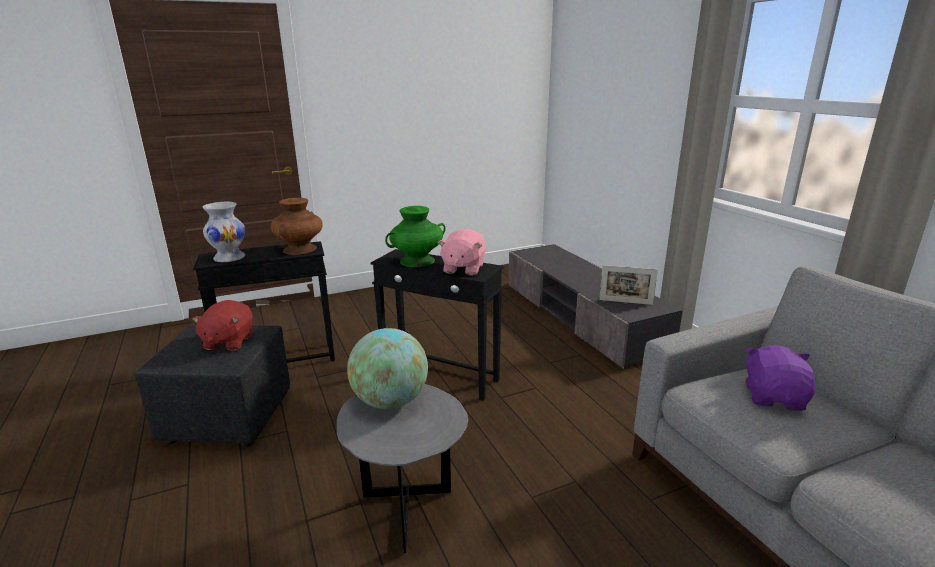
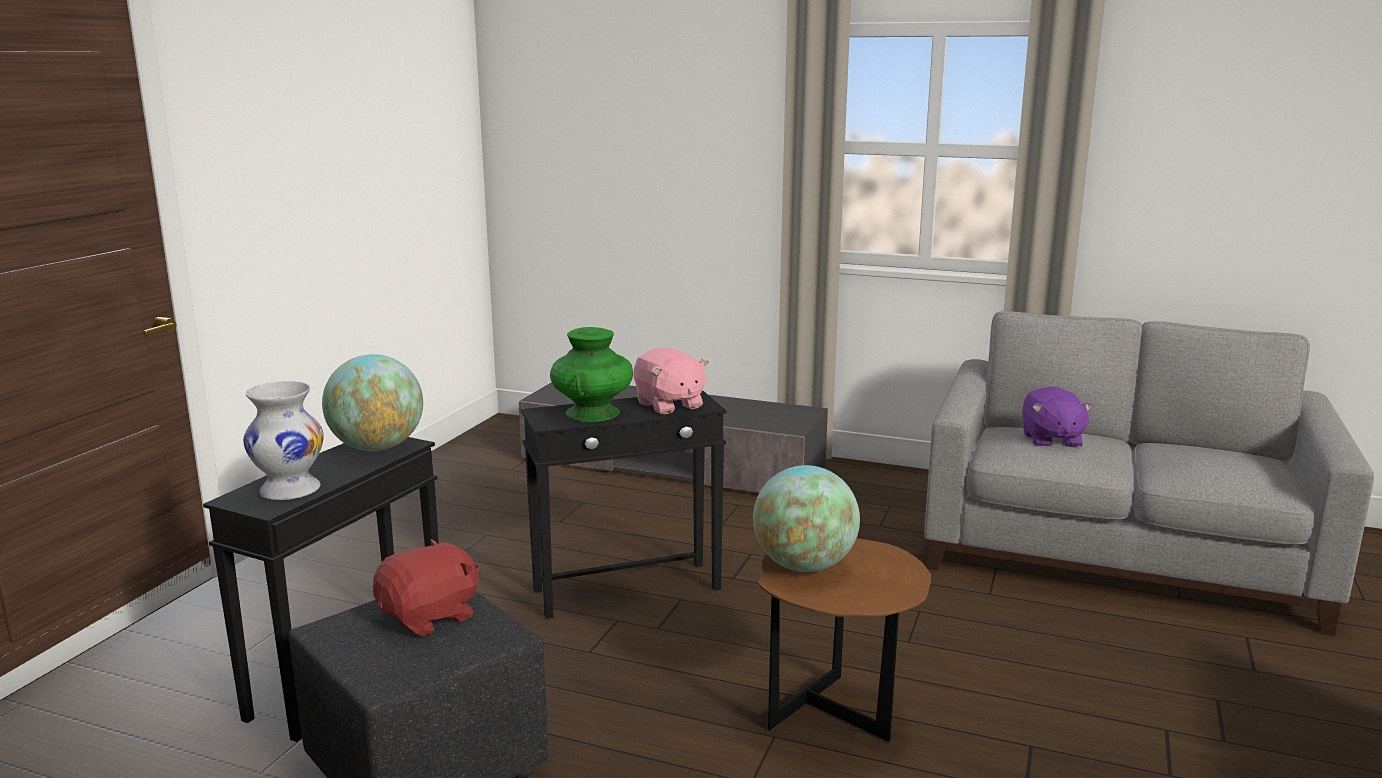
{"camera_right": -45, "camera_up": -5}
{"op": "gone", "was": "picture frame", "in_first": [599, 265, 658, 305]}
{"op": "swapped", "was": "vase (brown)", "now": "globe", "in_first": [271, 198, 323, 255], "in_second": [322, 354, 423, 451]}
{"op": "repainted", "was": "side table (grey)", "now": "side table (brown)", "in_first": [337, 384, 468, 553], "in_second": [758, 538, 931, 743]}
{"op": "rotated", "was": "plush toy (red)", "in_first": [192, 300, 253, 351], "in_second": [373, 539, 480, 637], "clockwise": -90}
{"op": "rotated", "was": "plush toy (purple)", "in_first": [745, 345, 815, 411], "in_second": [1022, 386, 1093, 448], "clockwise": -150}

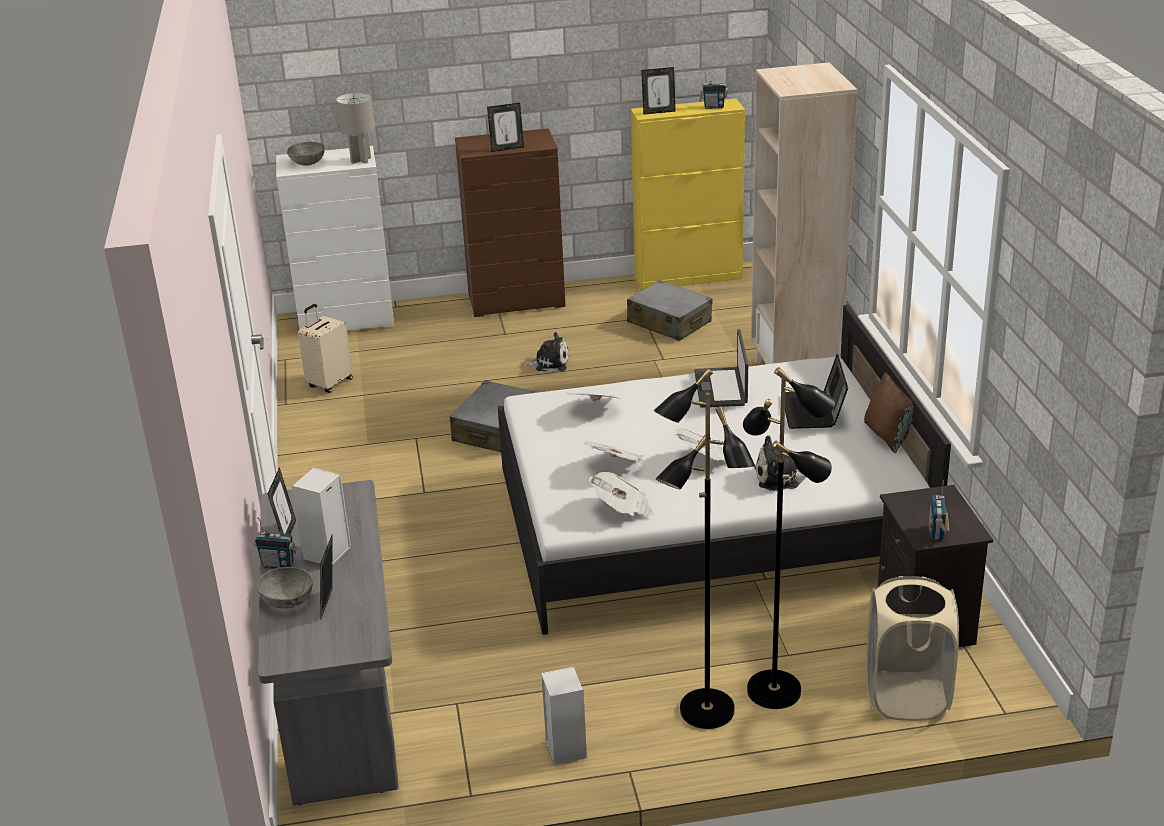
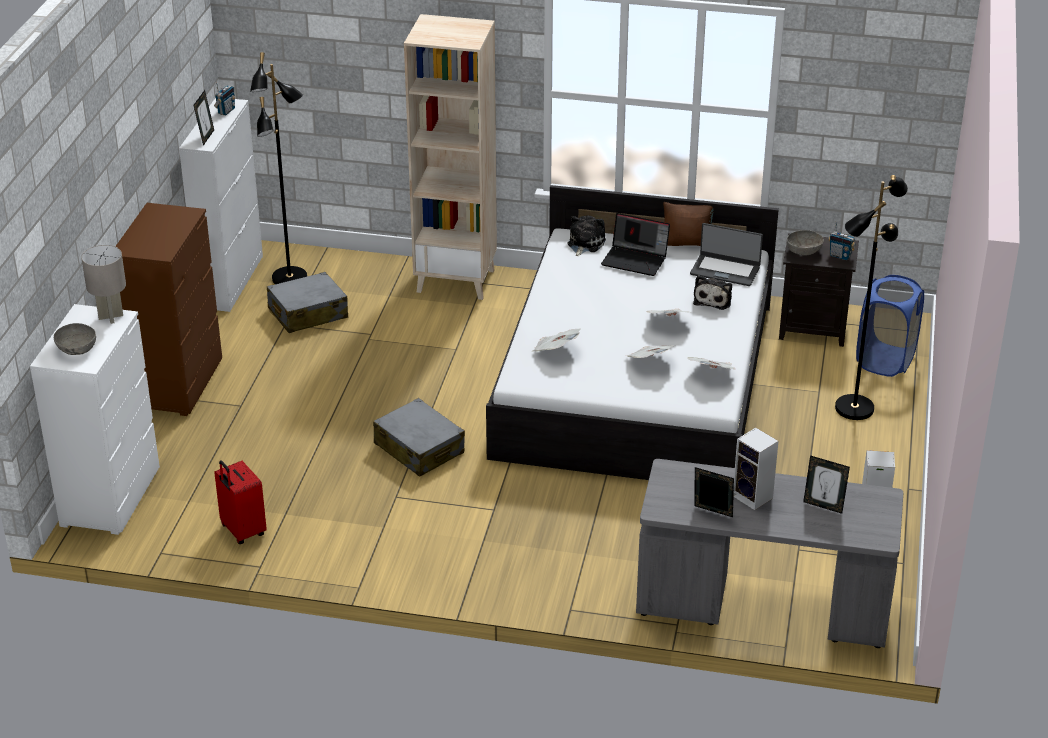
{"camera_right": -70, "camera_up": 5}
{"op": "gone", "was": "radio", "in_first": [254, 517, 297, 569]}
{"op": "gone", "was": "picture frame", "in_first": [487, 103, 524, 152]}
{"op": "shifted", "was": "bowl (grey)", "in_first": [257, 567, 313, 609], "in_second": [787, 230, 824, 256]}
{"op": "shifted", "was": "plush toy", "in_first": [522, 332, 569, 372], "in_second": [567, 215, 606, 256]}
{"op": "shifted", "was": "floor lamp (black)", "in_first": [654, 368, 755, 729], "in_second": [250, 52, 307, 284]}
{"op": "shifted", "was": "laptop", "in_first": [694, 329, 748, 408], "in_second": [690, 223, 763, 286]}
{"op": "repainted", "was": "suitcase (beige)", "now": "suitcase (red)", "in_first": [298, 304, 353, 393], "in_second": [214, 460, 267, 544]}
{"op": "repainted", "was": "cabinet (yellow)", "now": "cabinet (white)", "in_first": [631, 99, 745, 291], "in_second": [179, 98, 263, 312]}
{"op": "repainted", "was": "laundry basket (beige)", "now": "laundry basket (blue)", "in_first": [866, 576, 959, 721], "in_second": [856, 275, 924, 377]}

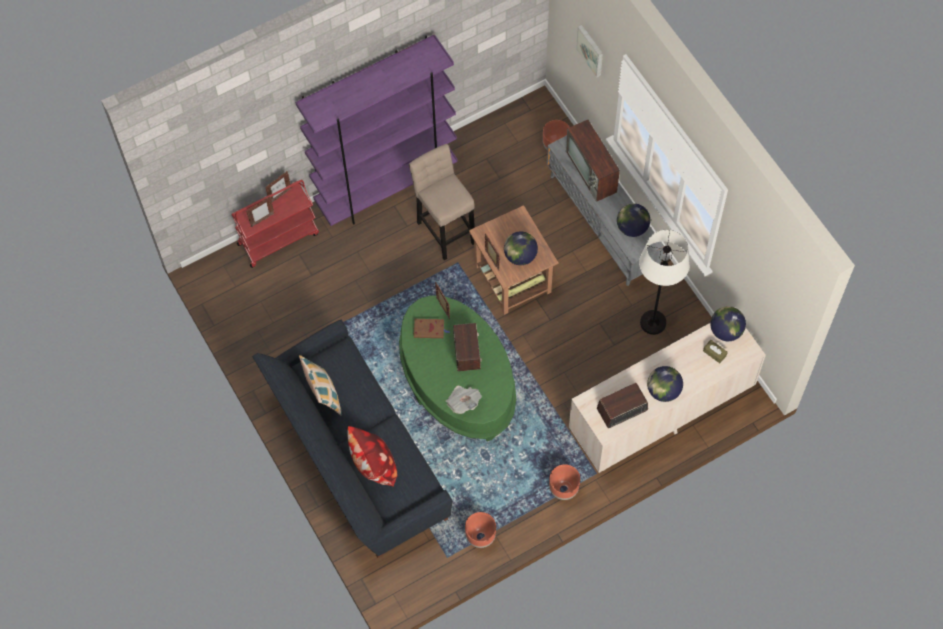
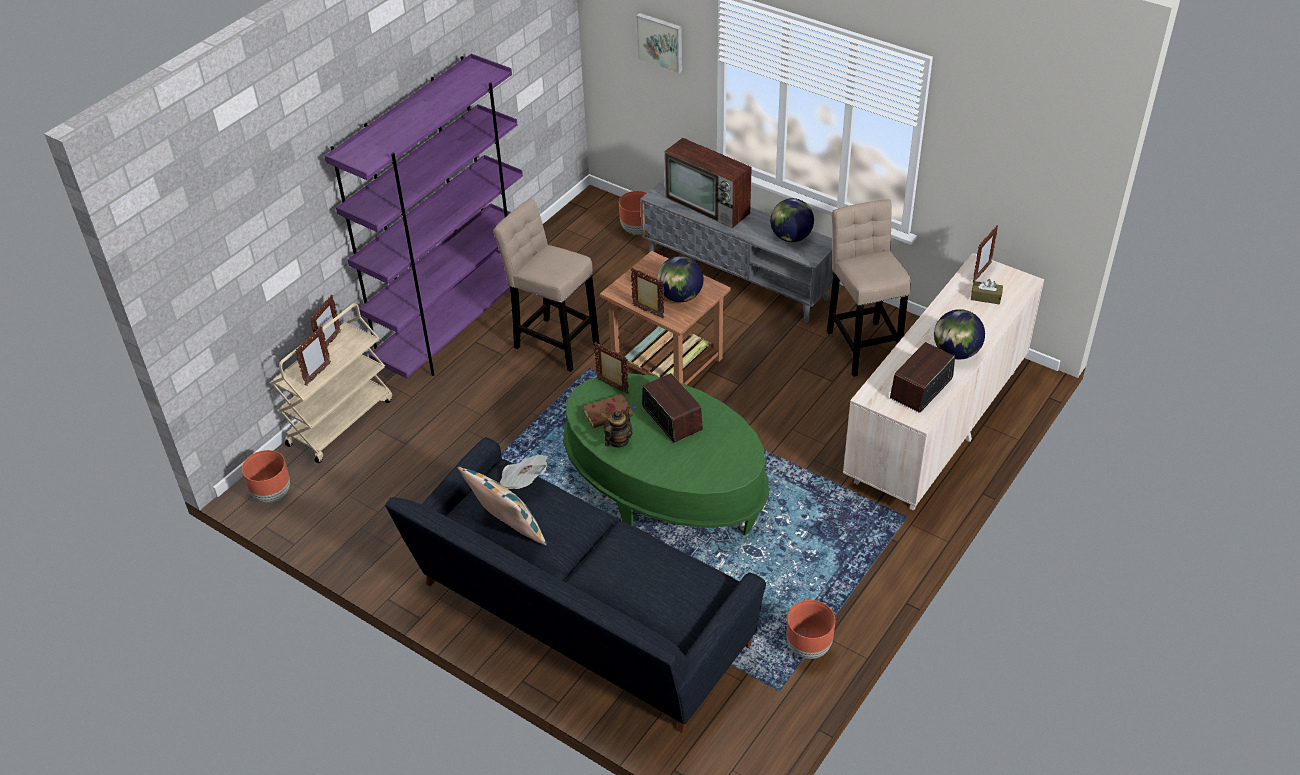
{"camera_right": -25, "camera_up": -20}
{"op": "gone", "was": "pillow", "in_first": [347, 426, 397, 487]}
{"op": "new", "now": "teapot", "in_second": [604, 406, 632, 447]}
{"op": "shifted", "was": "newspaper", "in_first": [445, 386, 482, 414], "in_second": [500, 454, 548, 489]}
{"op": "shifted", "was": "planter (brown)", "in_first": [549, 464, 580, 500], "in_second": [242, 450, 290, 503]}
{"op": "swapped", "was": "floor lamp (white)", "now": "stool (beige)", "in_first": [639, 229, 690, 335], "in_second": [827, 199, 911, 377]}
{"op": "swapped", "was": "globe", "now": "picture frame", "in_first": [710, 306, 746, 341], "in_second": [973, 225, 998, 283]}
{"op": "repainted", "was": "cart (red)", "now": "cart (beige)", "in_first": [231, 180, 319, 268], "in_second": [271, 303, 392, 463]}

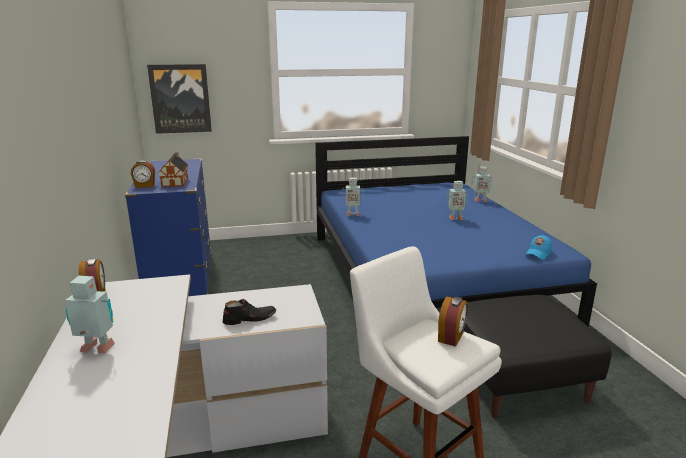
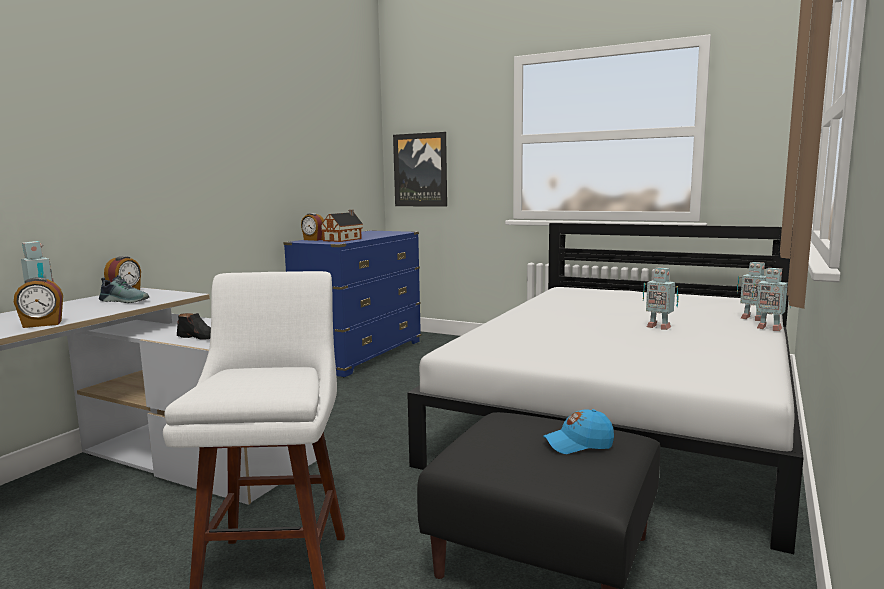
{"camera_right": 40, "camera_up": -10}
{"op": "new", "now": "shoe", "in_second": [99, 275, 149, 303]}
{"op": "shifted", "was": "toy robot", "in_first": [342, 178, 363, 216], "in_second": [752, 268, 791, 331]}
{"op": "shifted", "was": "alarm clock", "in_first": [438, 297, 468, 347], "in_second": [14, 277, 63, 328]}
{"op": "shifted", "was": "cap (blue)", "in_first": [524, 235, 552, 260], "in_second": [543, 409, 614, 454]}
{"op": "repainted", "was": "bed (blue)", "now": "bed (white)", "in_first": [315, 136, 597, 327], "in_second": [407, 223, 804, 554]}

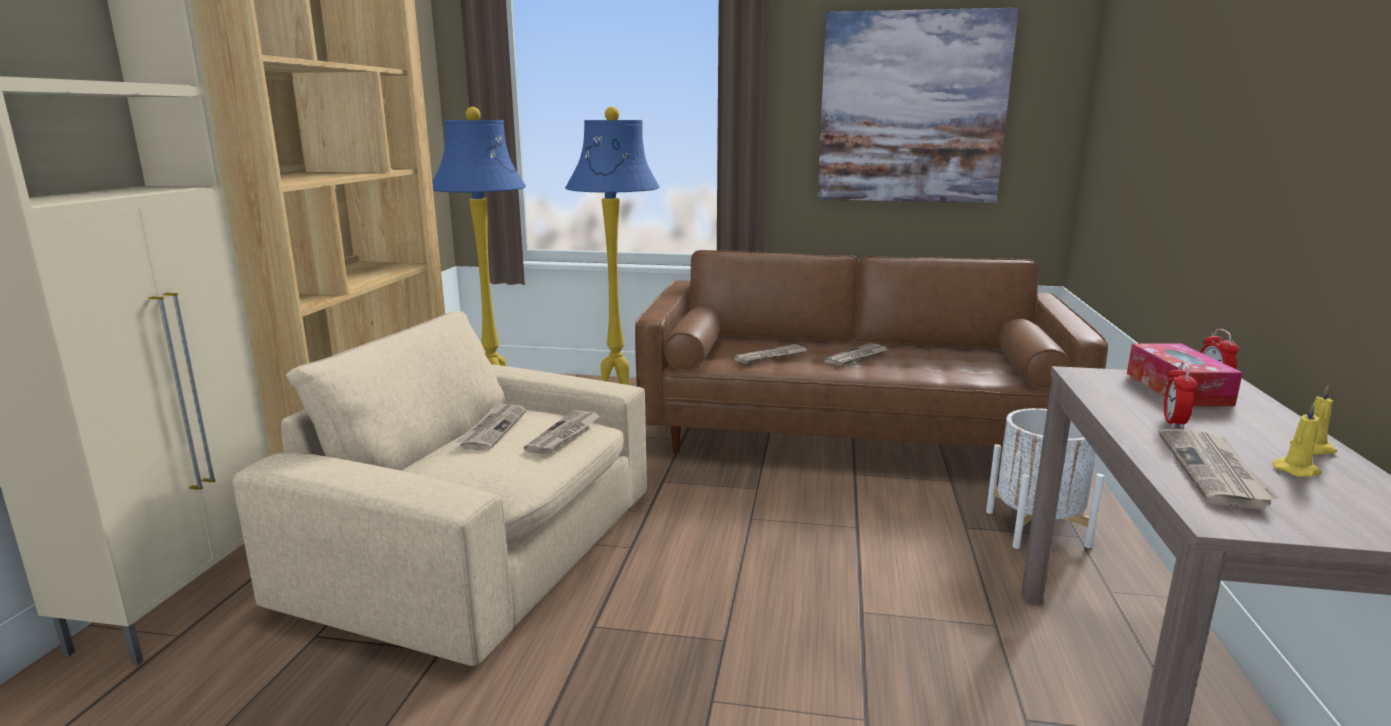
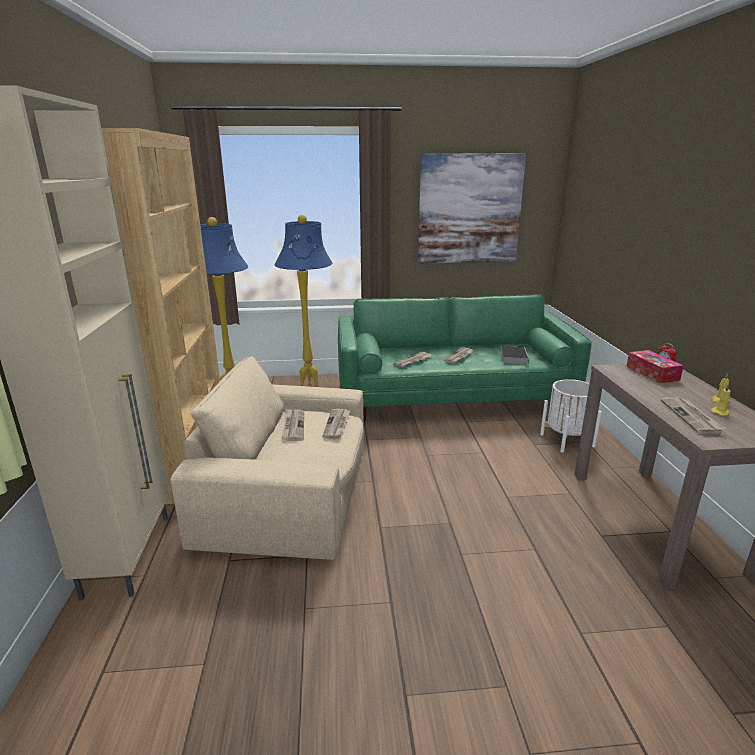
{"camera_right": -15, "camera_up": 5}
{"op": "gone", "was": "alarm clock", "in_first": [1164, 362, 1197, 429]}
{"op": "new", "now": "book", "in_second": [500, 346, 529, 364]}
{"op": "repainted", "was": "sofa (brown)", "now": "sofa (green)", "in_first": [635, 250, 1108, 453], "in_second": [338, 294, 592, 422]}

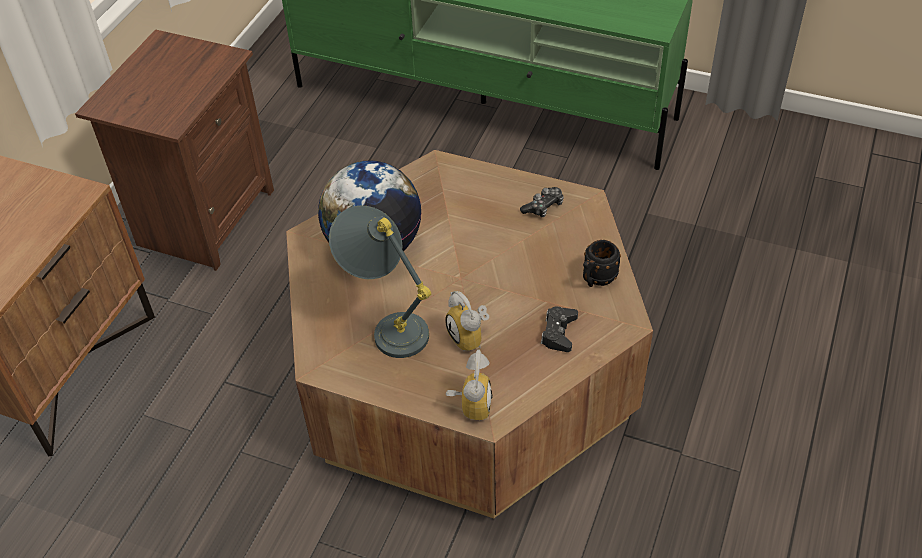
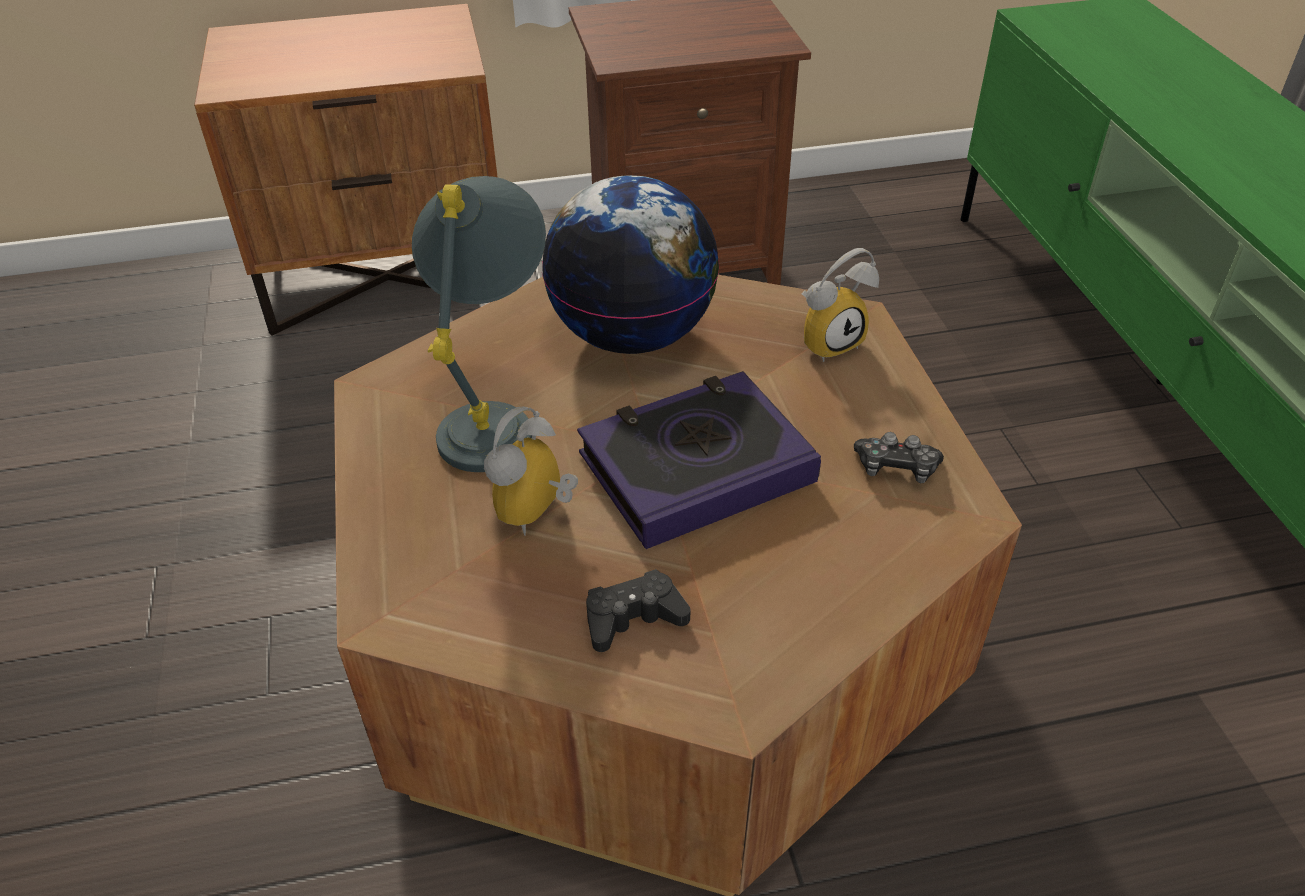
{"camera_right": 55, "camera_up": -5}
{"op": "gone", "was": "mug (black)", "in_first": [583, 240, 621, 287]}
{"op": "new", "now": "book", "in_second": [577, 371, 821, 549]}
{"op": "shifted", "was": "alarm clock", "in_first": [446, 350, 493, 420], "in_second": [802, 248, 879, 362]}

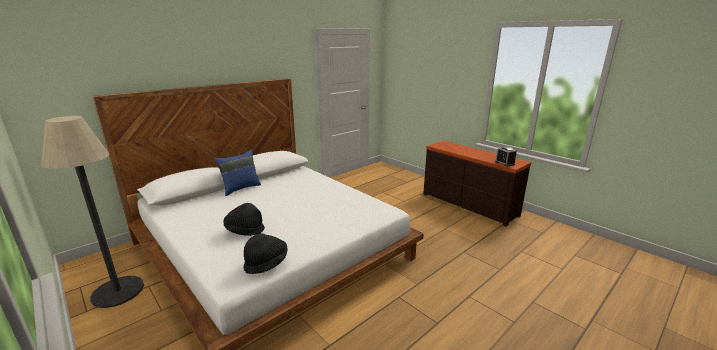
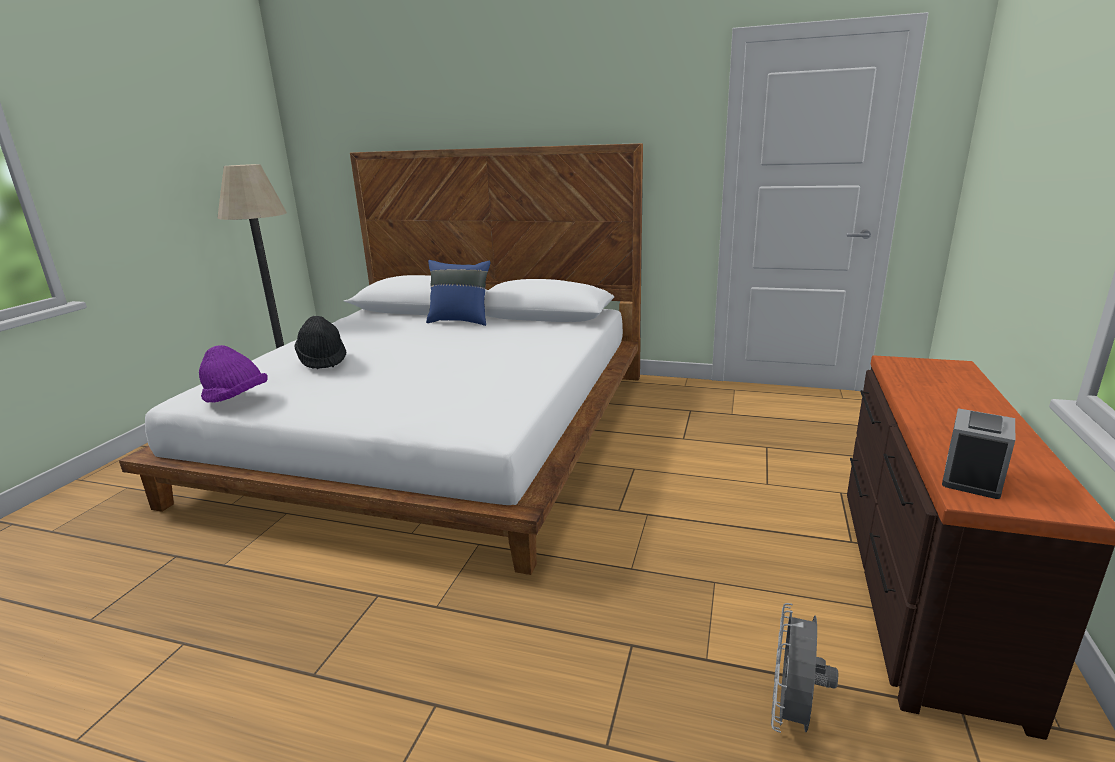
{"camera_right": 60, "camera_up": 0}
{"op": "new", "now": "fan (grey)", "in_second": [771, 603, 838, 733]}
{"op": "repainted", "was": "hat (black)", "now": "hat (purple)", "in_first": [243, 233, 288, 274], "in_second": [199, 345, 268, 403]}

